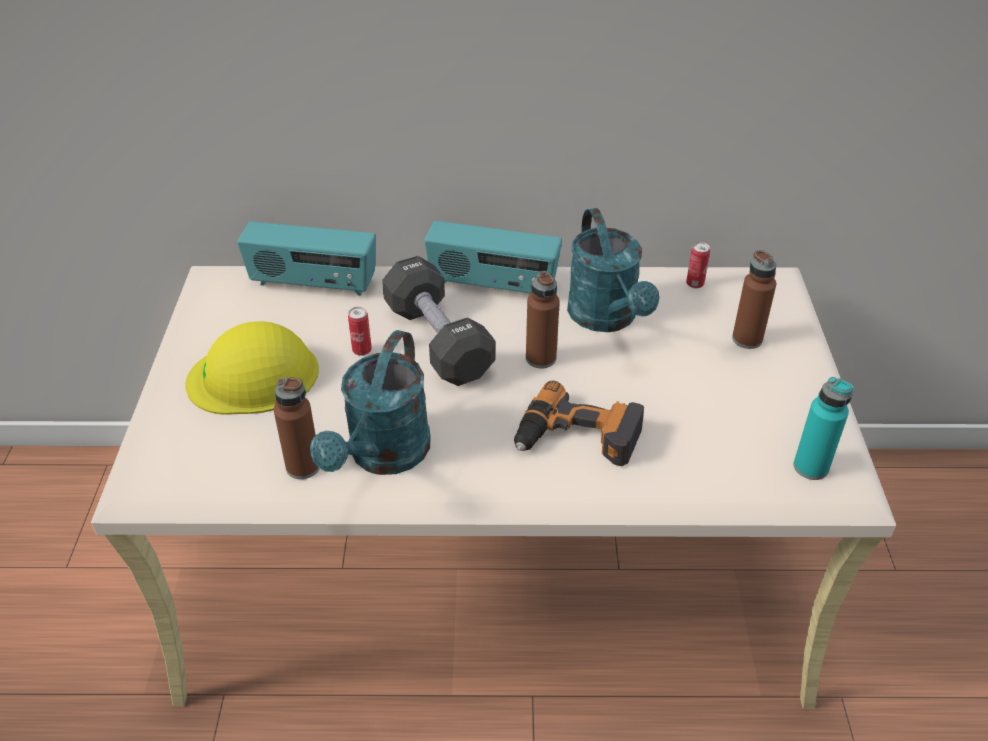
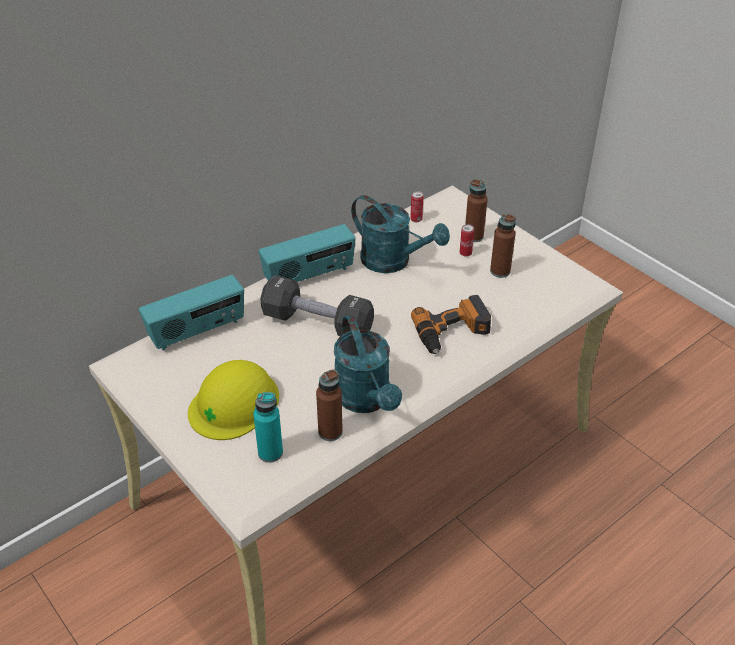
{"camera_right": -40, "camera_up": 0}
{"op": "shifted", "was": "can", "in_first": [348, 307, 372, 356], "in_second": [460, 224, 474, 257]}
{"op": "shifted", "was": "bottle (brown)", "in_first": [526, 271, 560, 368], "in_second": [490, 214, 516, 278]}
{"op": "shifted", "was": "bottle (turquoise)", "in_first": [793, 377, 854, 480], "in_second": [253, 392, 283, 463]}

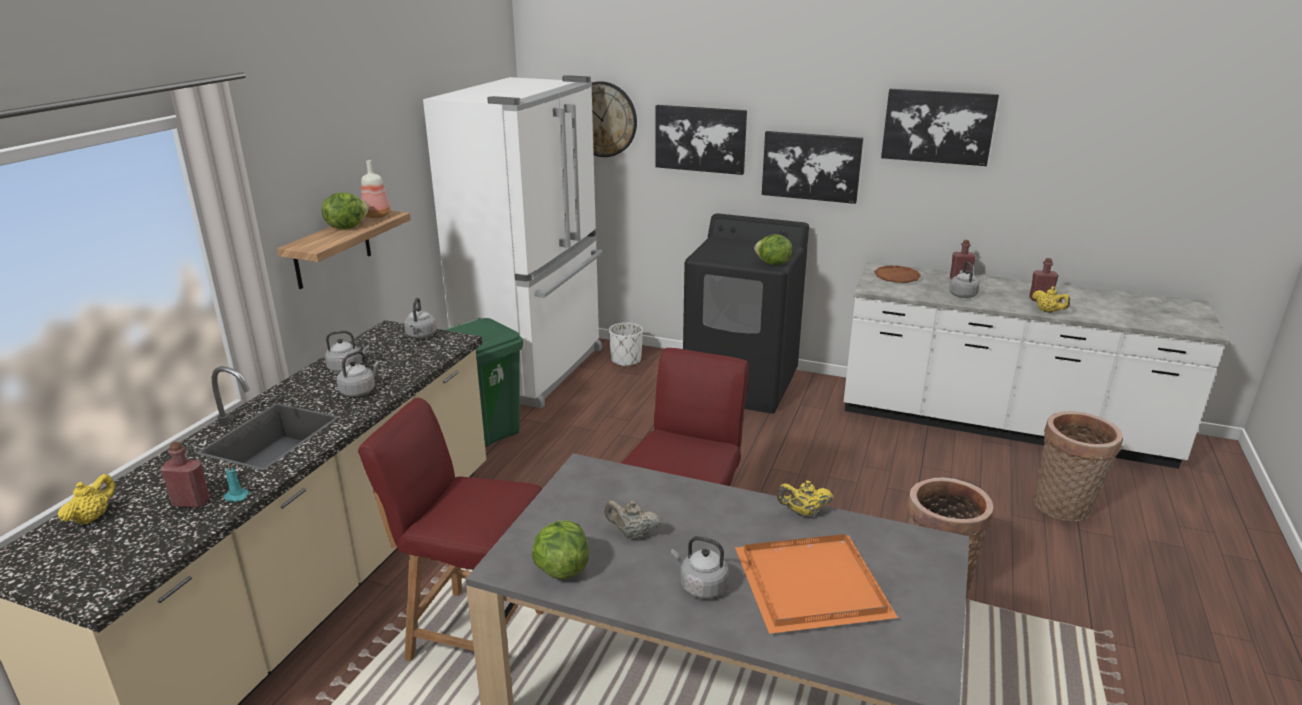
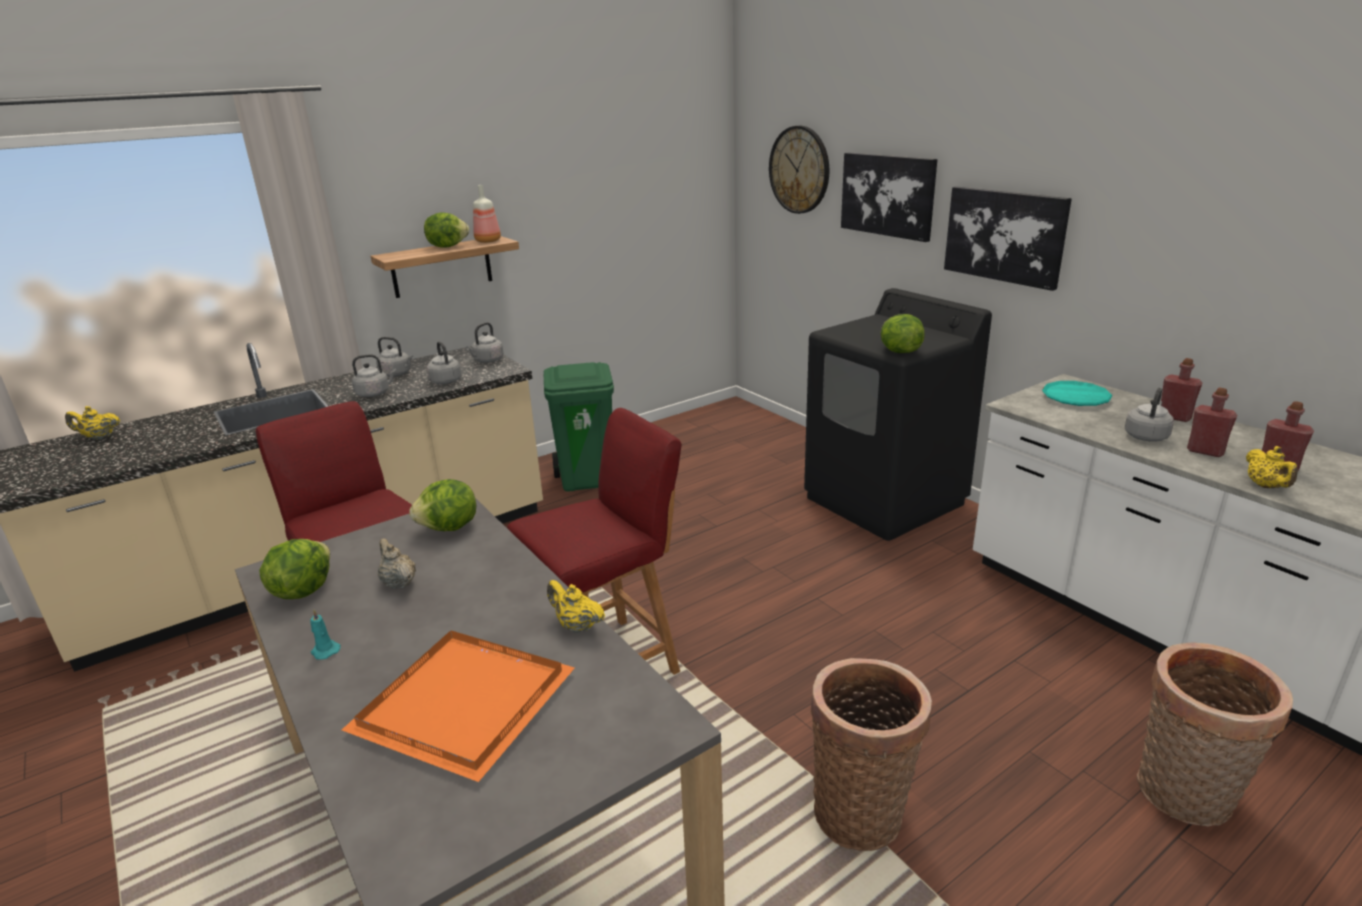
{"camera_right": 35, "camera_up": 0}
{"op": "gone", "was": "fridge (white)", "in_first": [423, 75, 603, 408]}
{"op": "gone", "was": "planter (white)", "in_first": [609, 322, 643, 367]}
{"op": "gone", "was": "picture", "in_first": [881, 89, 999, 166]}
{"op": "new", "now": "lettuce", "in_second": [409, 479, 476, 531]}
{"op": "shifted", "was": "bottle (red)", "in_first": [160, 442, 210, 508], "in_second": [1187, 388, 1237, 457]}
{"op": "shifted", "was": "candle (turquoise)", "in_first": [224, 463, 249, 502], "in_second": [310, 610, 341, 660]}
{"op": "shifted", "was": "kettle (grey)", "in_first": [671, 536, 729, 599], "in_second": [426, 341, 461, 384]}
{"op": "repainted", "was": "plate (brown)", "now": "plate (turquoise)", "in_first": [874, 266, 921, 283], "in_second": [1042, 381, 1112, 406]}
{"op": "rotated", "was": "teapot (yellow)", "in_first": [58, 474, 116, 525], "in_second": [65, 406, 120, 440], "clockwise": -150}

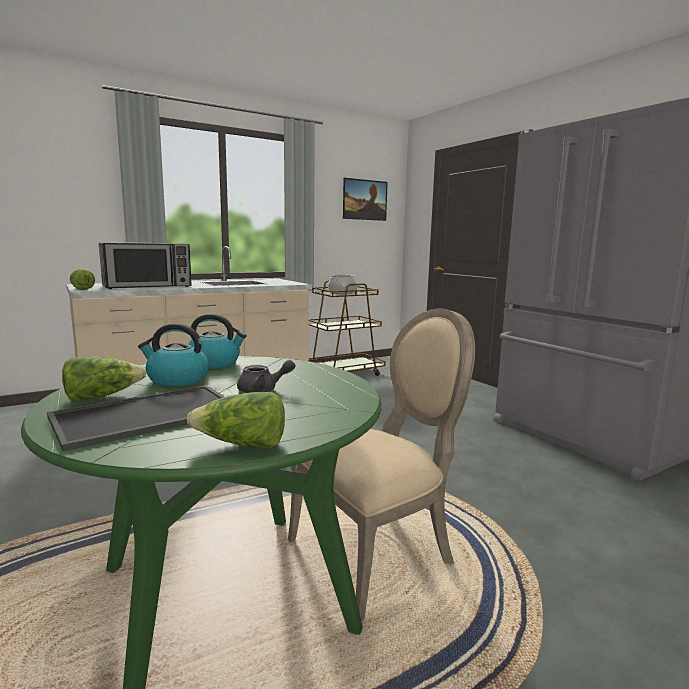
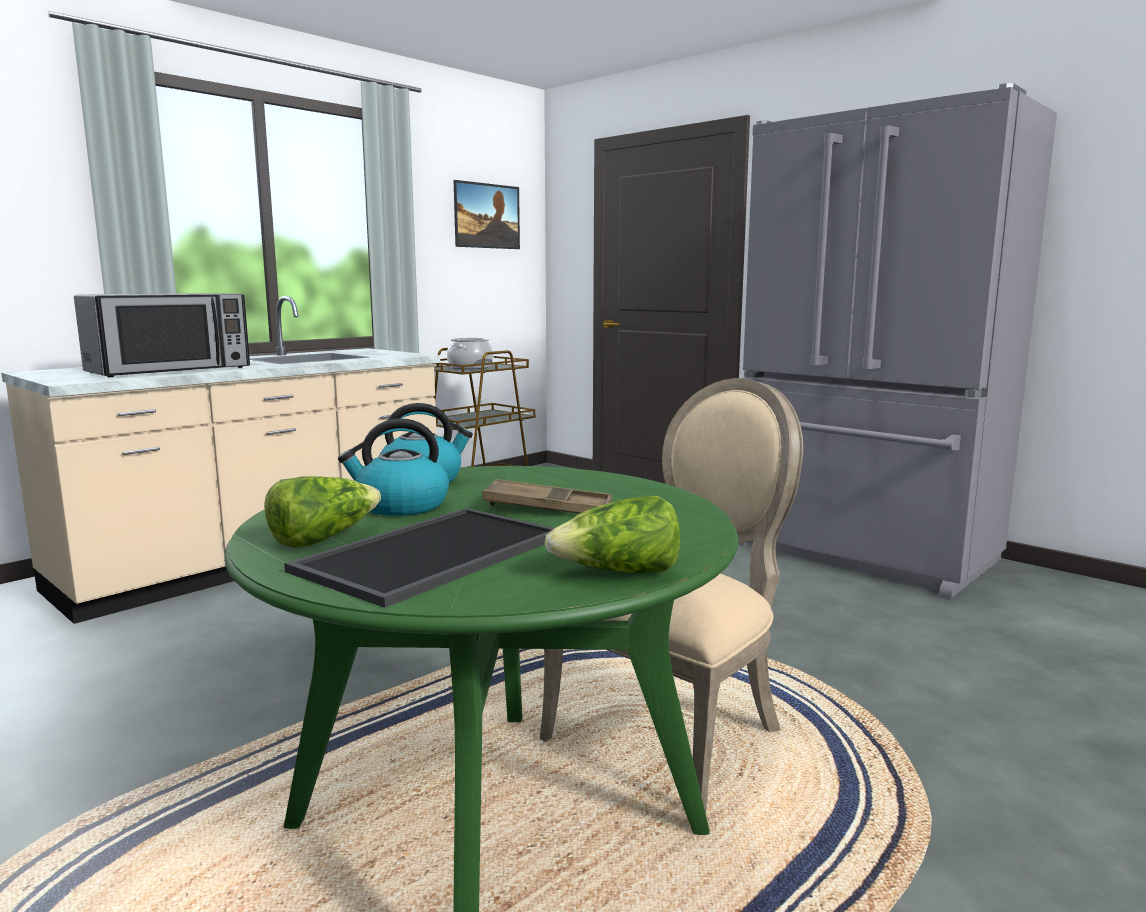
{"camera_right": -15, "camera_up": 0}
{"op": "gone", "was": "lettuce", "in_first": [70, 269, 95, 290]}
{"op": "swapped", "was": "teapot (grey)", "now": "tray (brown)", "in_first": [237, 360, 295, 393], "in_second": [482, 479, 612, 514]}

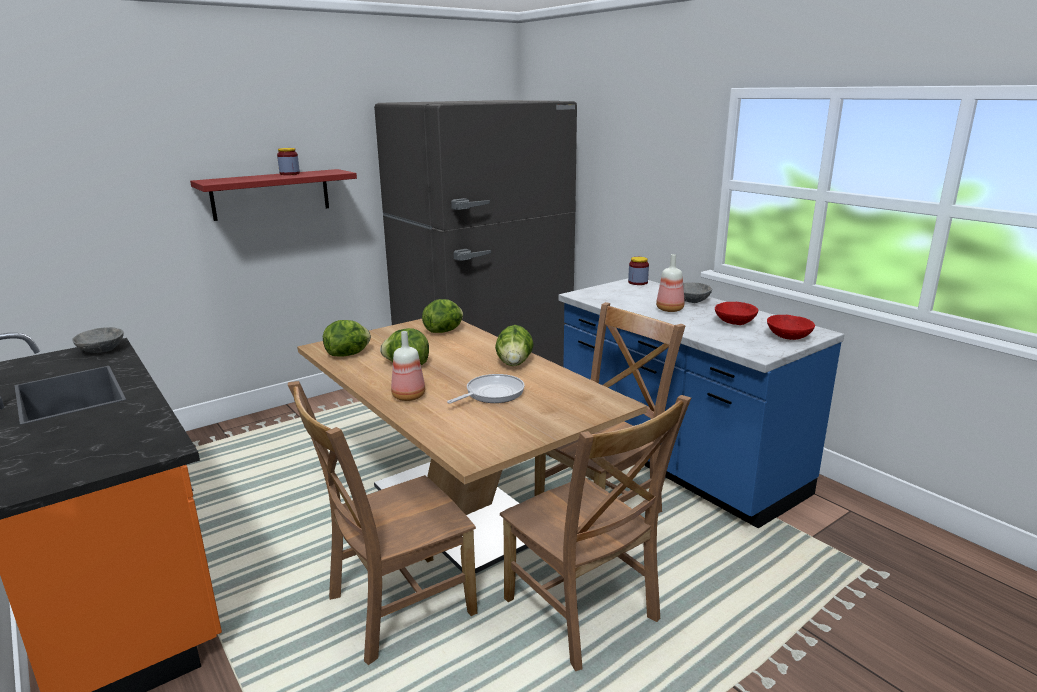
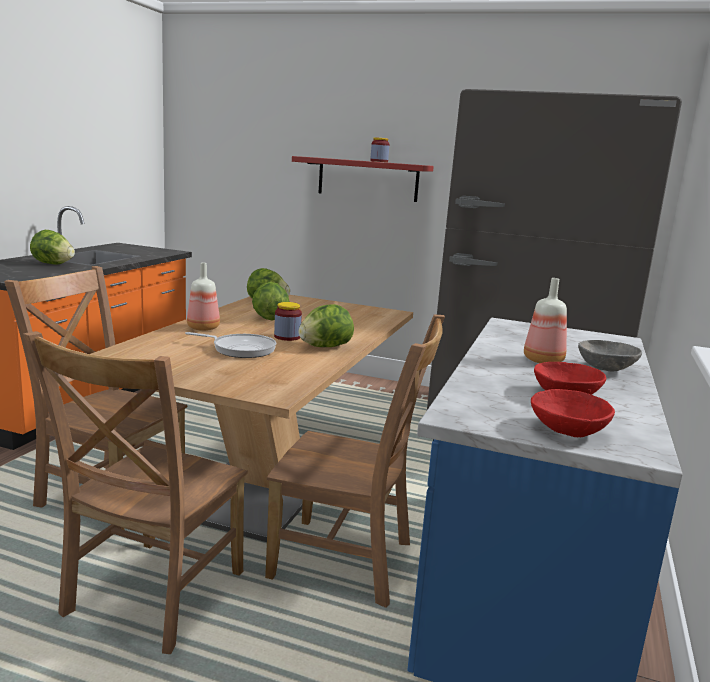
{"camera_right": 55, "camera_up": -5}
{"op": "gone", "was": "bowl (grey)", "in_first": [72, 327, 124, 353]}
{"op": "shifted", "was": "lettuce", "in_first": [422, 299, 463, 333], "in_second": [30, 230, 75, 265]}
{"op": "shifted", "was": "jar", "in_first": [628, 257, 649, 285], "in_second": [274, 302, 302, 341]}

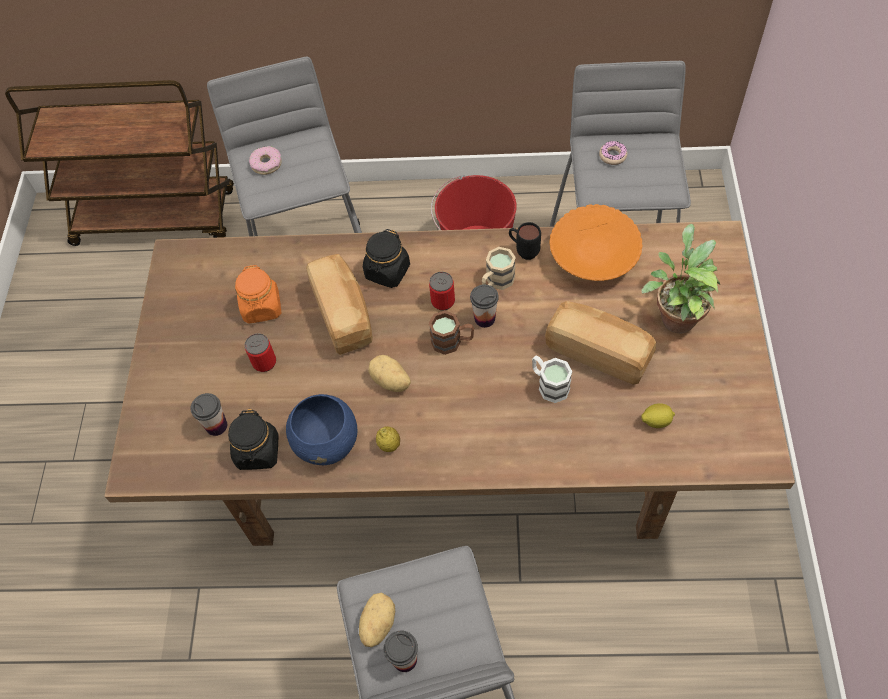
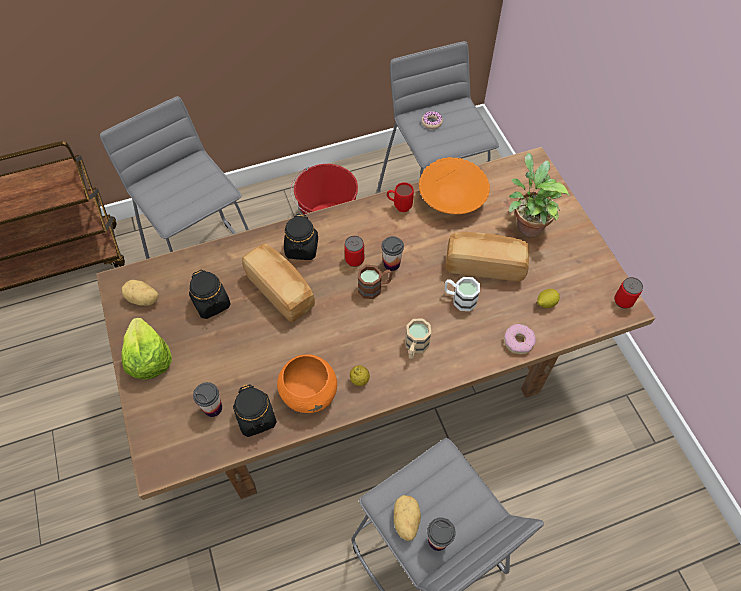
{"camera_right": -25, "camera_up": 0}
{"op": "new", "now": "lettuce", "in_second": [122, 318, 172, 379]}
{"op": "shifted", "was": "can", "in_first": [245, 333, 276, 372], "in_second": [614, 277, 643, 309]}
{"op": "shifted", "was": "donut", "in_first": [249, 146, 282, 175], "in_second": [504, 324, 536, 354]}
{"op": "shifted", "was": "potato", "in_first": [368, 355, 411, 392], "in_second": [122, 280, 159, 306]}
{"op": "shifted", "was": "mug (beige)", "in_first": [482, 247, 516, 290], "in_second": [405, 318, 431, 359]}
{"op": "repainted", "was": "jar (orange)", "now": "jar (black)", "in_first": [235, 265, 281, 323], "in_second": [189, 269, 231, 319]}
{"op": "repainted", "was": "bowl (blue)", "now": "bowl (orange)", "in_first": [286, 394, 357, 465], "in_second": [277, 355, 337, 413]}
{"op": "repainted", "was": "mug (black)", "now": "mug (red)", "in_first": [509, 222, 541, 260], "in_second": [387, 182, 414, 212]}

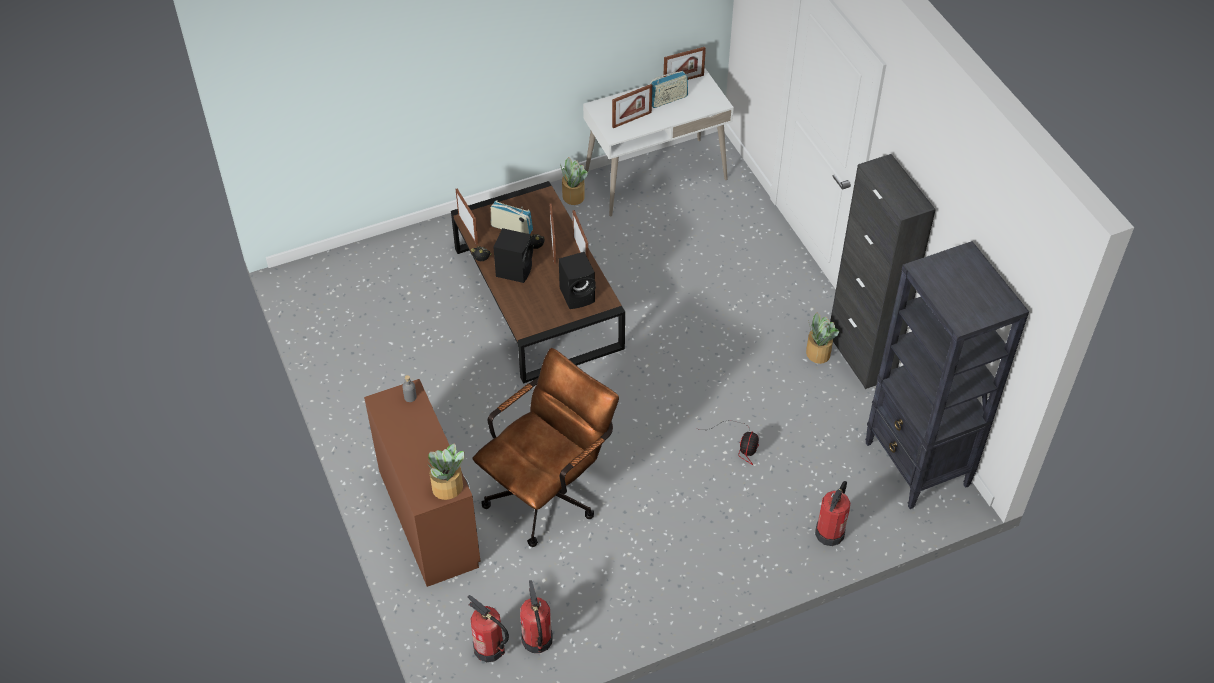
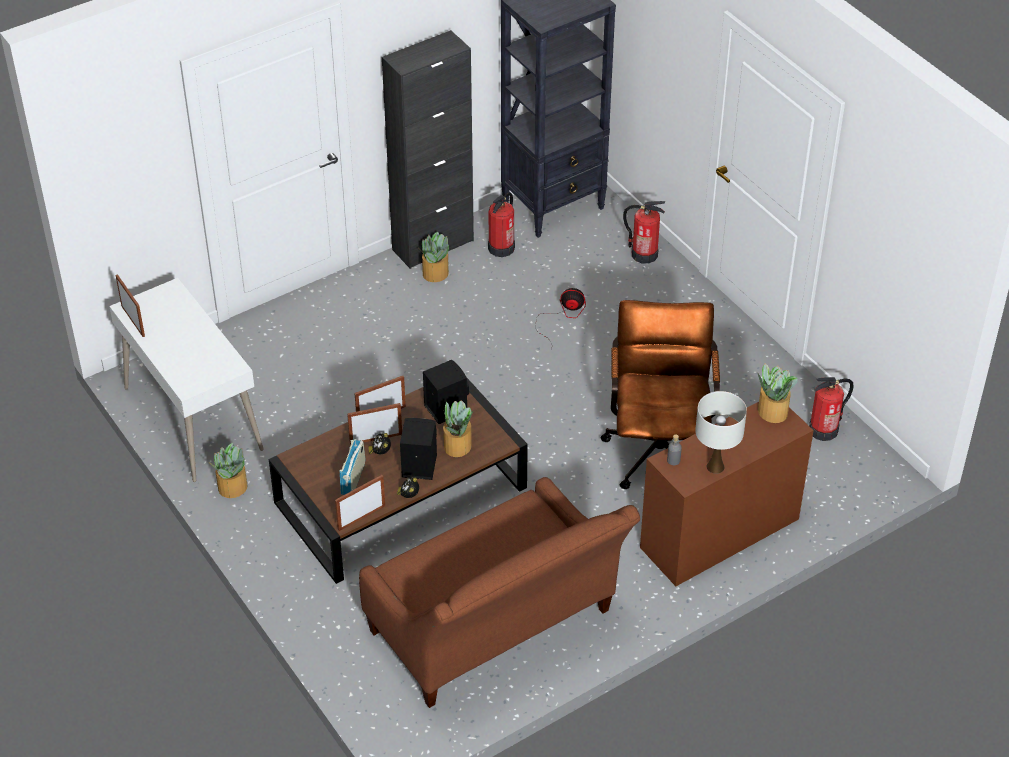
{"camera_right": -100, "camera_up": -5}
{"op": "gone", "was": "picture frame", "in_first": [612, 84, 652, 128]}
{"op": "gone", "was": "radio", "in_first": [650, 71, 688, 108]}
{"op": "new", "now": "sofa (brown)", "in_second": [359, 477, 640, 708]}
{"op": "new", "now": "potted plant", "in_second": [443, 400, 473, 457]}
{"op": "new", "now": "table lamp (white)", "in_second": [695, 391, 747, 474]}
{"op": "shifted", "was": "fire extinguisher", "in_first": [468, 595, 509, 662], "in_second": [488, 192, 515, 257]}
{"op": "rotated", "was": "office chair (brown)", "in_first": [473, 348, 619, 547], "in_second": [600, 300, 720, 489], "clockwise": 60}

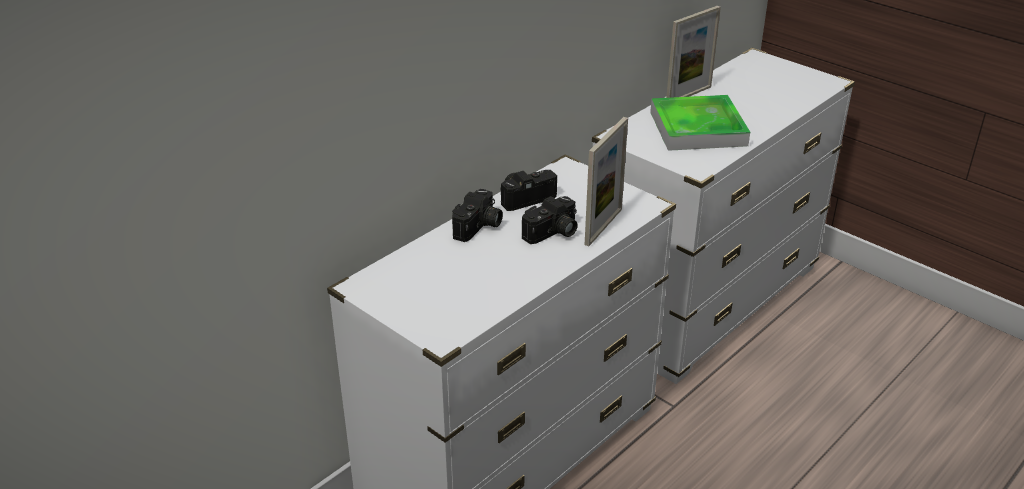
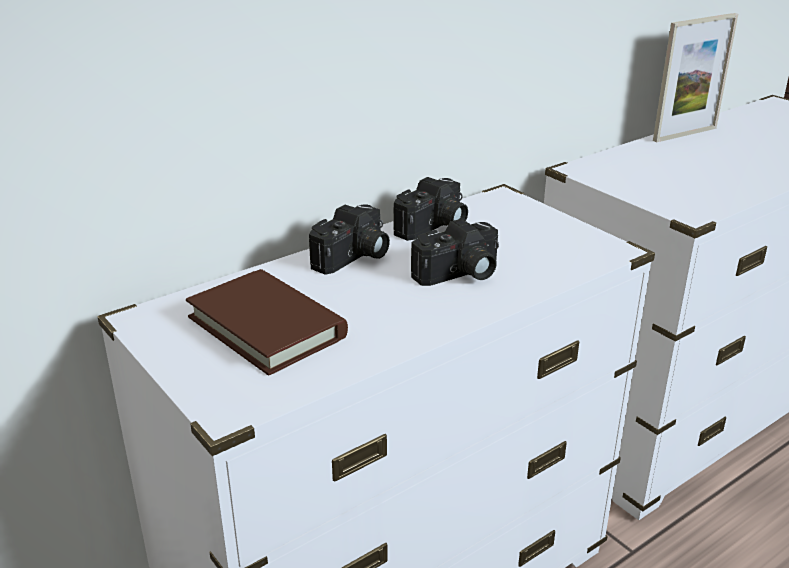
{"camera_right": 10, "camera_up": -5}
{"op": "gone", "was": "picture frame", "in_first": [585, 117, 628, 246]}
{"op": "gone", "was": "tray", "in_first": [650, 95, 750, 151]}
{"op": "new", "now": "book (brown)", "in_second": [186, 269, 348, 376]}
{"op": "rotated", "was": "photo camera", "in_first": [500, 170, 557, 211], "in_second": [394, 177, 468, 241], "clockwise": 150}

